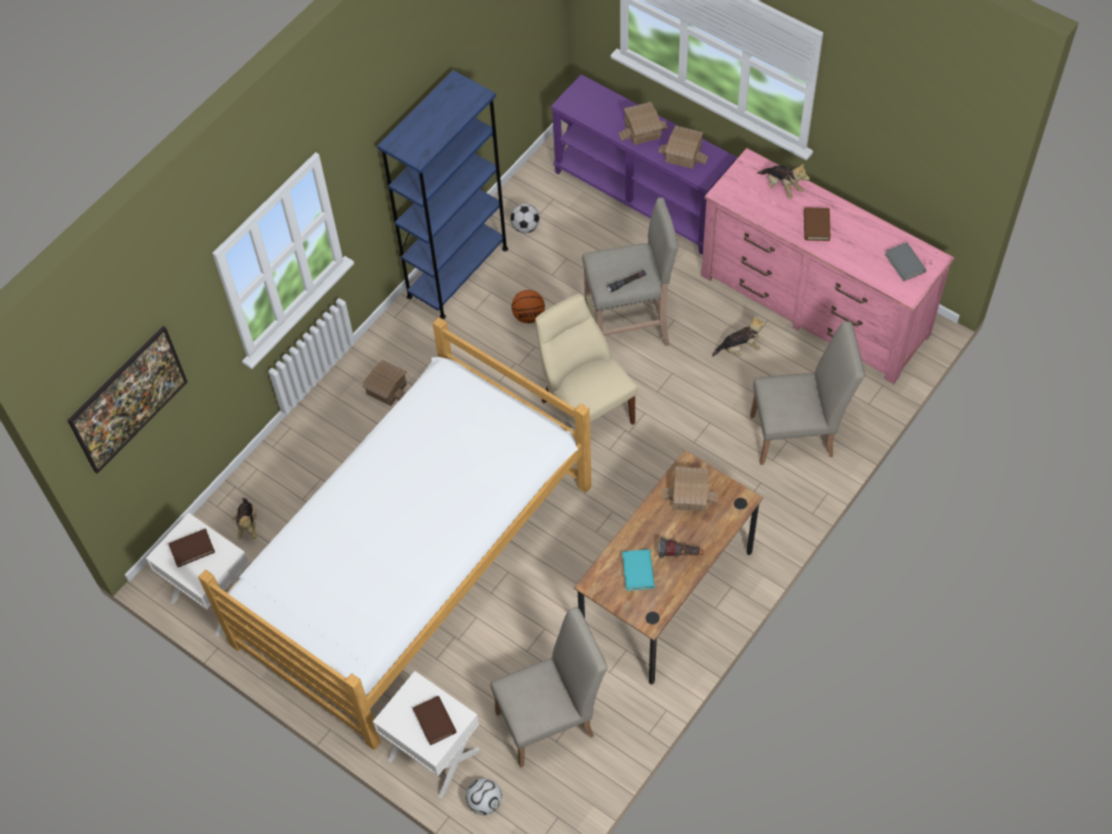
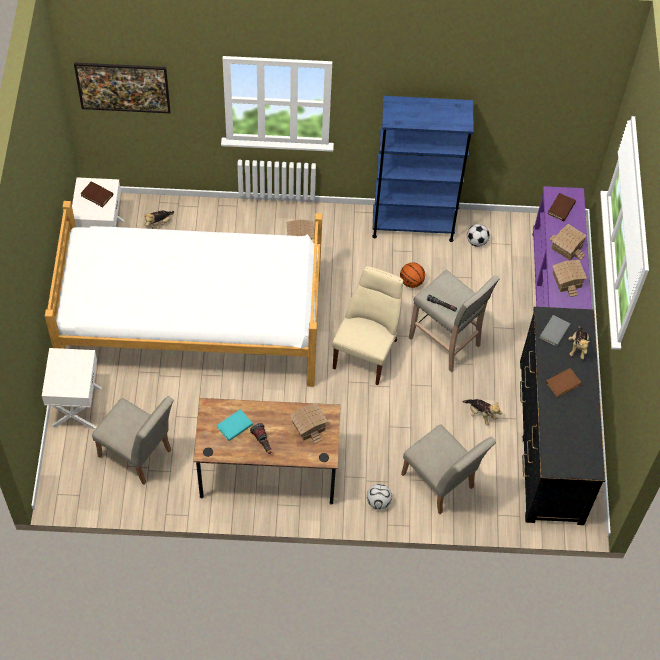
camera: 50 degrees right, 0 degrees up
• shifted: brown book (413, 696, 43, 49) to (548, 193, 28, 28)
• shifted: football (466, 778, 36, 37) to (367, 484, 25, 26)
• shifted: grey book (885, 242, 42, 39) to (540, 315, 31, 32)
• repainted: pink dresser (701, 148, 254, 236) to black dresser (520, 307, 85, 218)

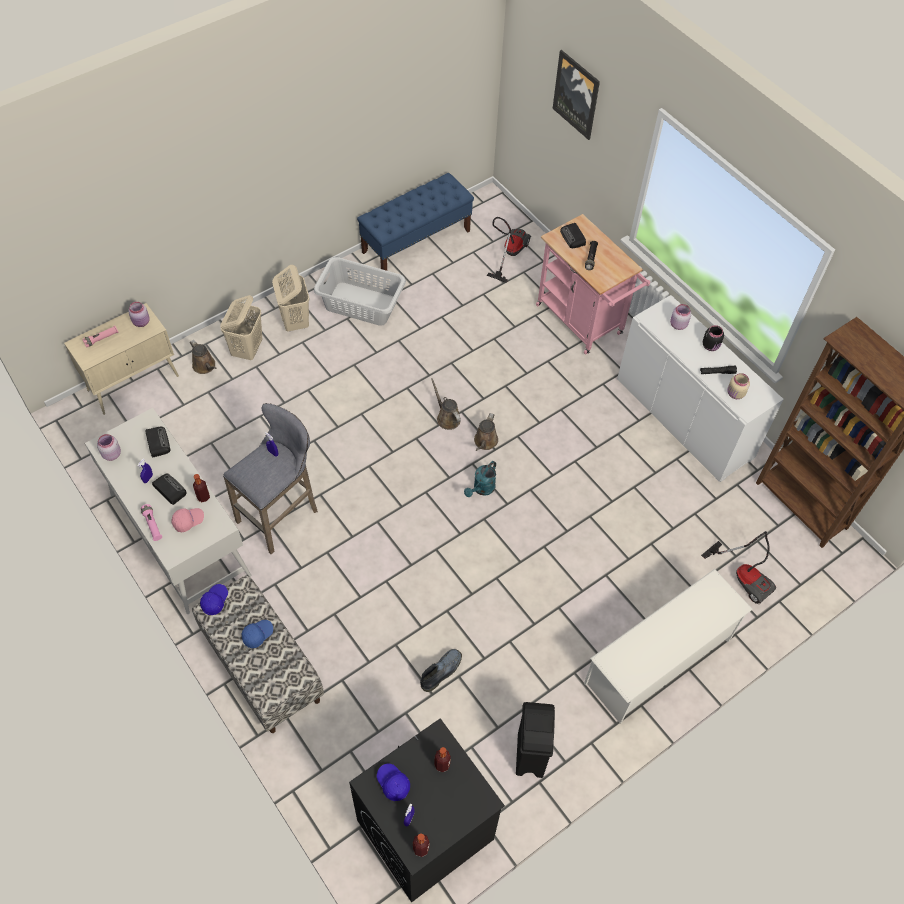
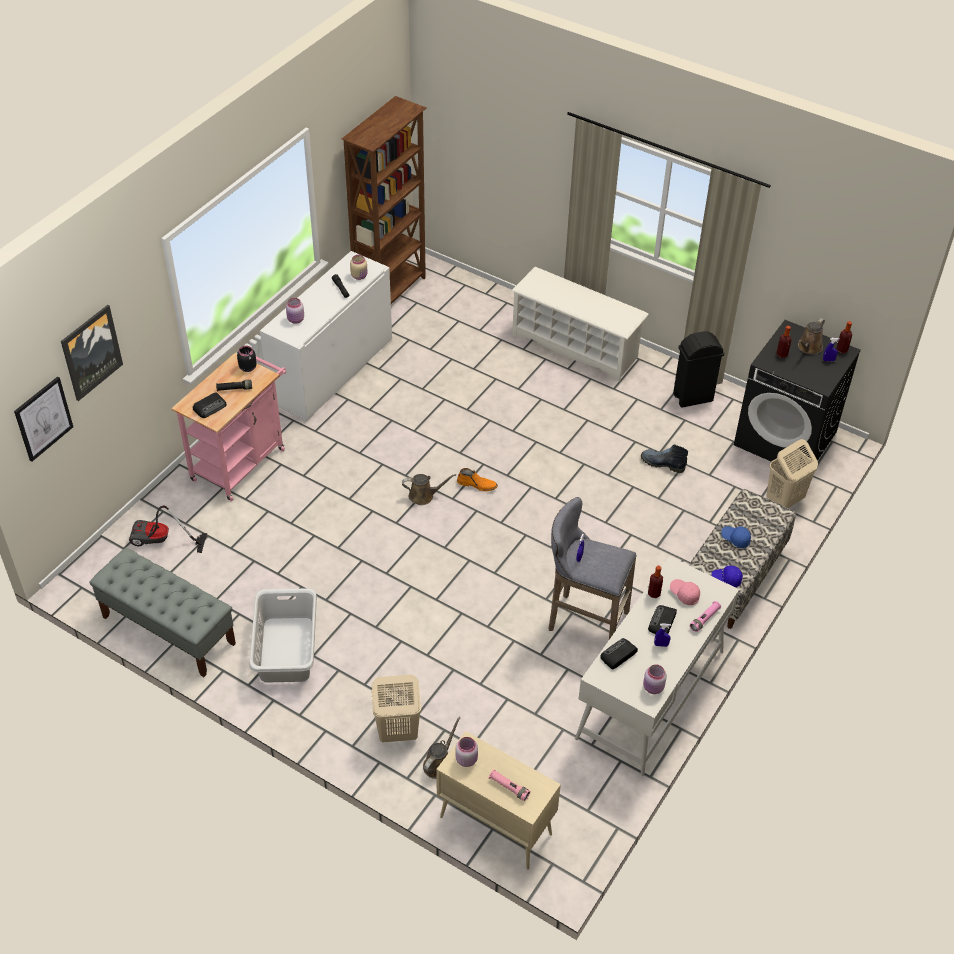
camera: 110 degrees left, 10 degrees down
• gone: blue cap (377, 764, 33, 37)
• gone: vacuum cleaner (701, 531, 75, 73)
• new: picture (14, 377, 59, 85)
• shifted: beige laundry basket (272, 265, 38, 66) to (767, 439, 51, 69)
• shifted: brown watering can (431, 378, 30, 52) to (798, 318, 27, 36)
• shifted: black jar (702, 325, 22, 26) to (237, 346, 20, 26)
• swapped: turquoise watering can (464, 461, 32, 36) to orange boot (457, 468, 41, 23)
• repainted: blue bench (357, 173, 117, 98) to grey bench (89, 547, 147, 130)

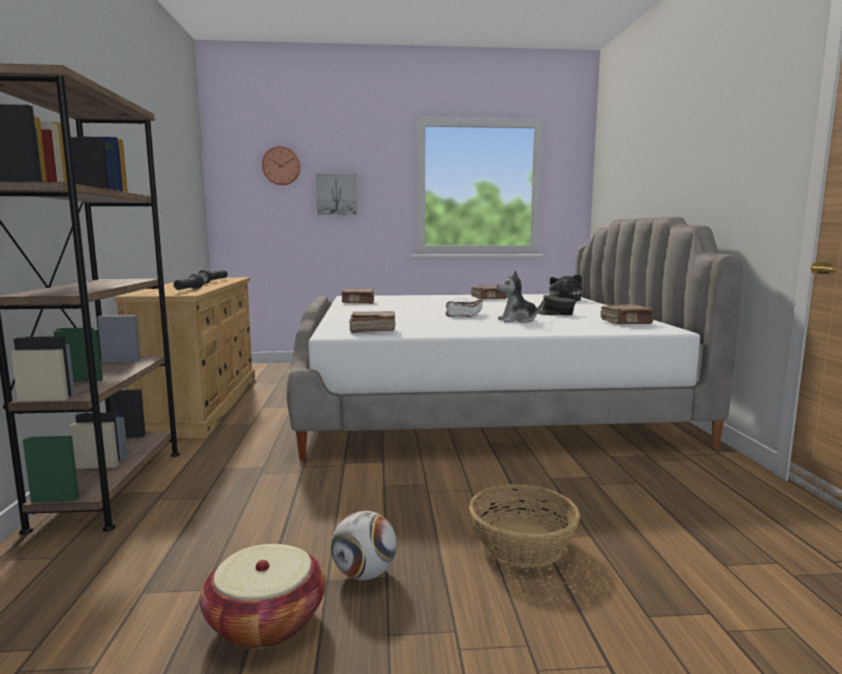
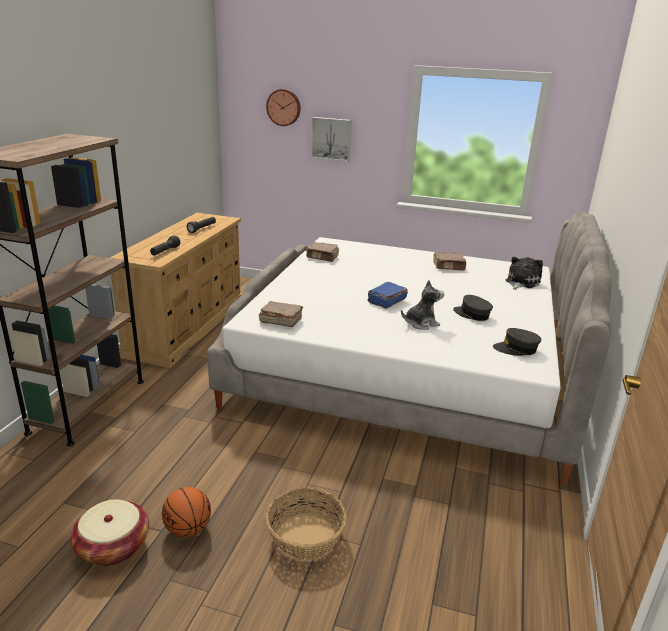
camera: 20 degrees right, 15 degrees up
• swapped: football (331, 511, 66, 69) to basketball (162, 487, 49, 50)
• swapped: brown book (600, 304, 54, 20) to grey cap (493, 328, 48, 28)
• repainted: white book (446, 297, 37, 20) to blue book (367, 282, 41, 27)
• rotated: plush toy (497, 271, 46, 52) = (401, 280, 43, 50) 150 degrees clockwise

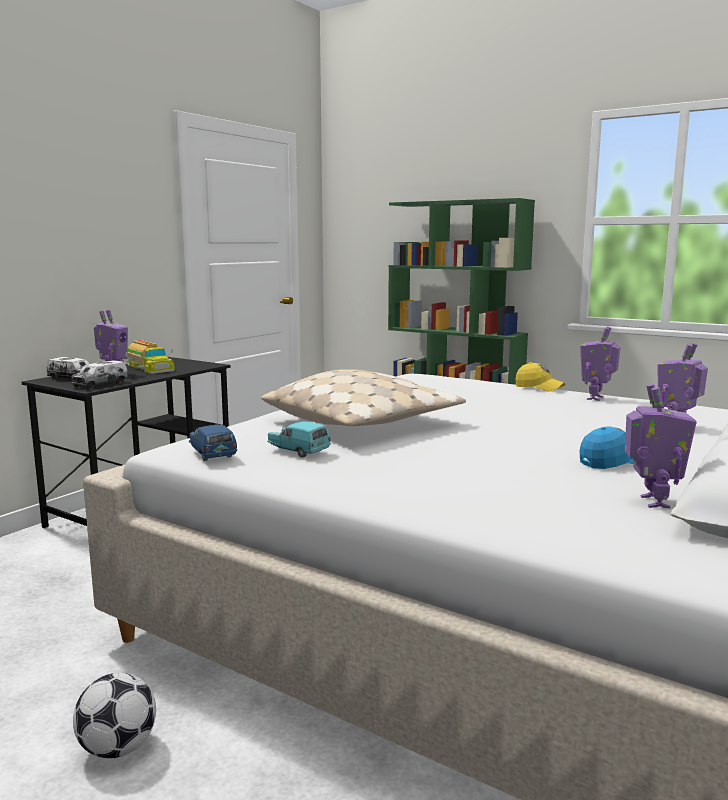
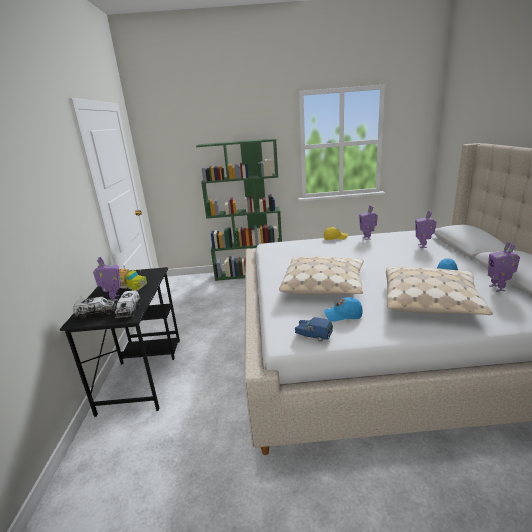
camera: 35 degrees left, 10 degrees up
• gone: football (73, 673, 83, 86)
• new: beige pillow (386, 267, 107, 48)
• swapped: turquoise toy car (267, 421, 64, 37) to blue cap (324, 297, 39, 25)
• rotated: toy robot (625, 384, 72, 125) = (488, 242, 32, 50) 150 degrees counterclockwise

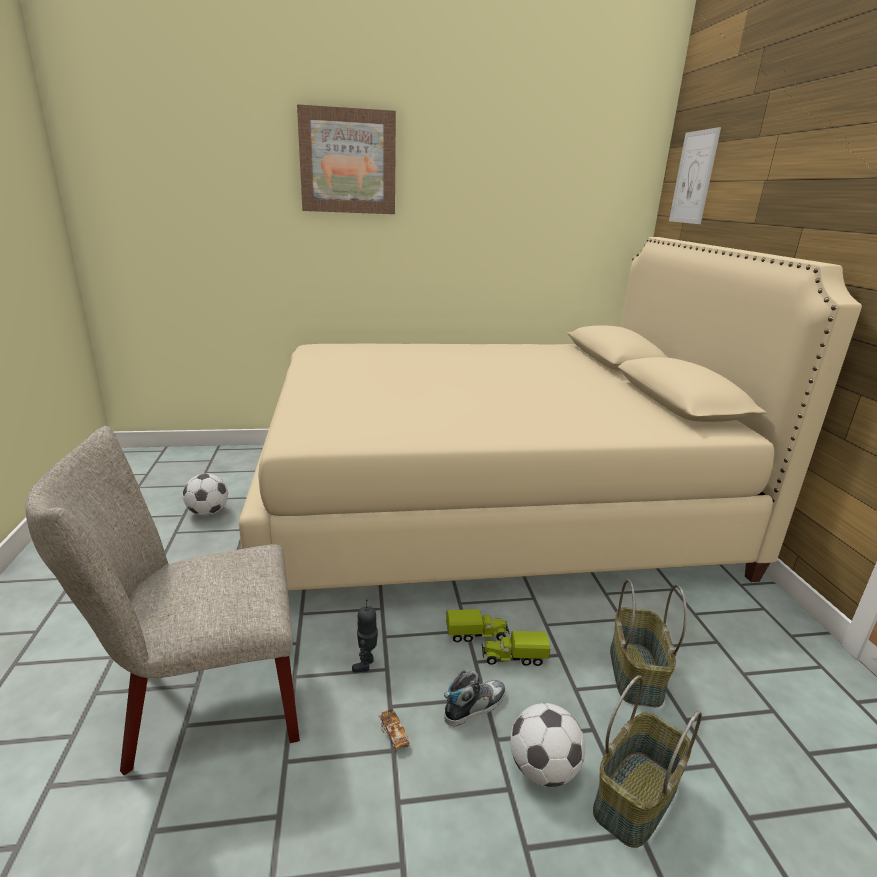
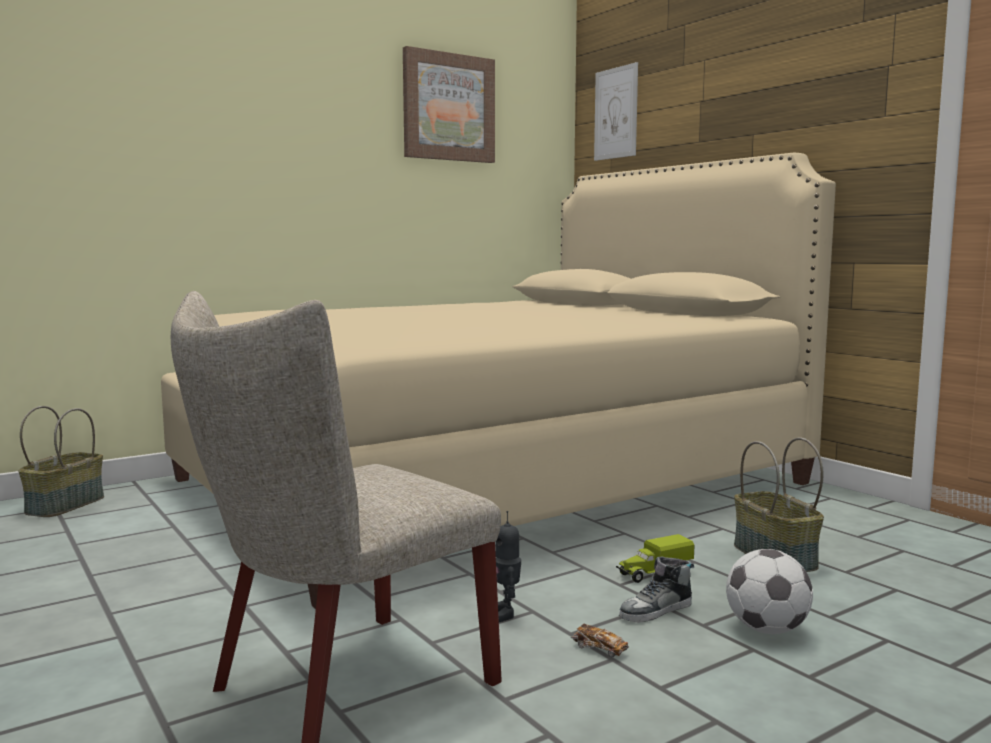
camera: 25 degrees left, 15 degrees down
• gone: football (183, 473, 45, 43)
• gone: toy truck (446, 609, 64, 33)
• shifted: picture (297, 104, 99, 110) to (403, 46, 92, 117)
• shifted: basket (593, 675, 109, 173) to (18, 406, 86, 111)
• rotated: shoe (444, 670, 61, 57) = (619, 557, 75, 66) 150 degrees counterclockwise

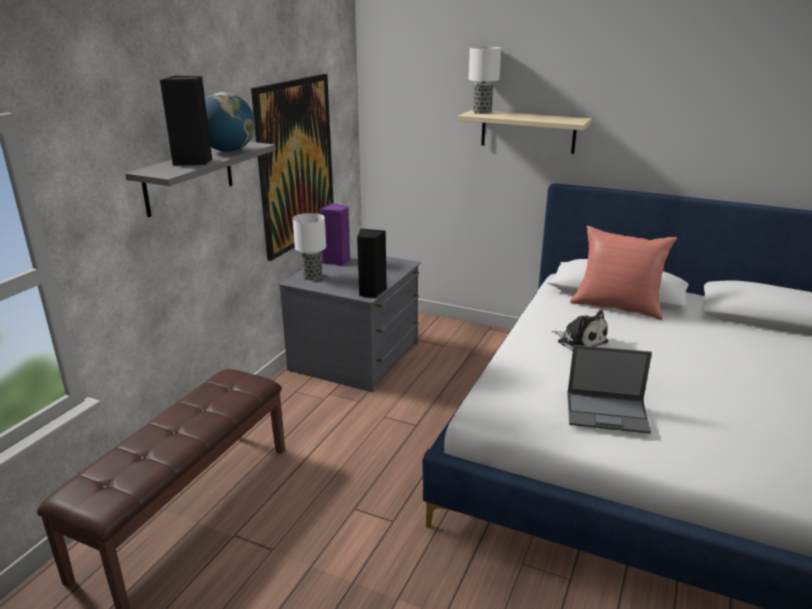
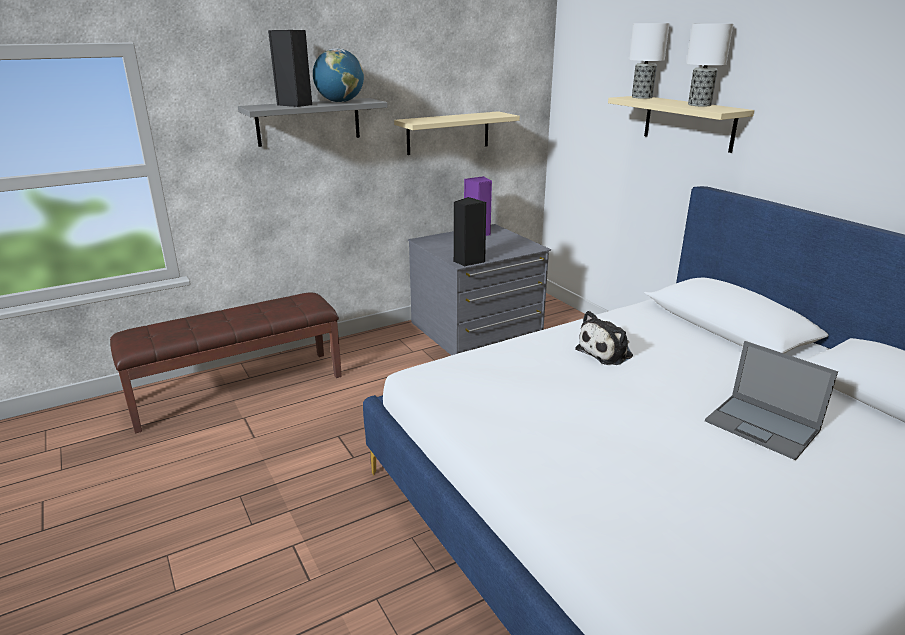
camera: 35 degrees right, 0 degrees up
• gone: red pillow (570, 226, 107, 94)
• shifted: table lamp (293, 213, 33, 68) to (686, 24, 47, 82)
• shifted: laptop (567, 345, 85, 89) to (705, 341, 133, 119)
• swapped: picture (251, 74, 83, 187) to beige shelf (394, 111, 126, 44)
• rotated: plush toy (551, 310, 57, 41) = (575, 311, 58, 54) 60 degrees clockwise

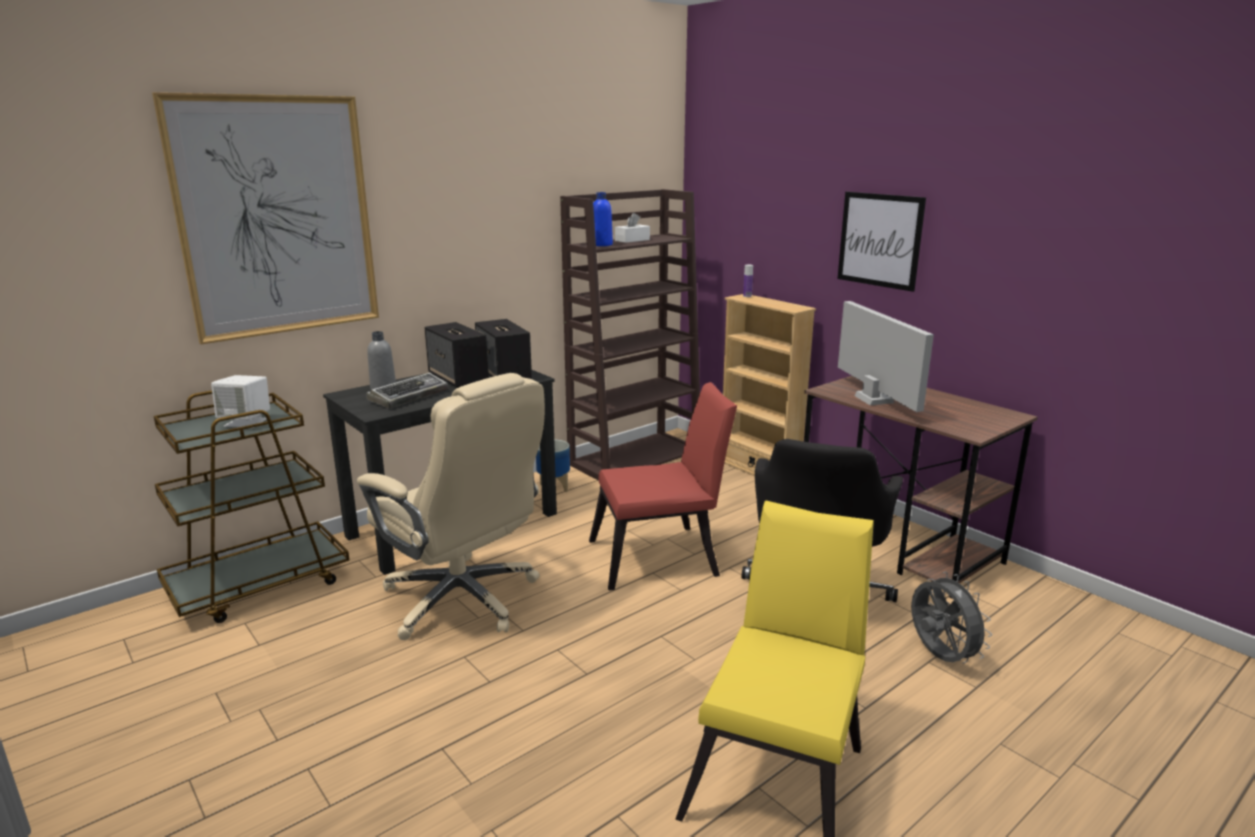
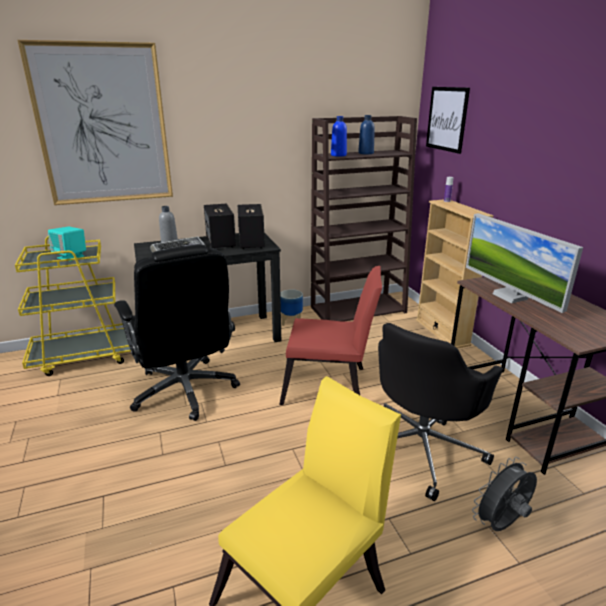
camera: 20 degrees right, 5 degrees up
• shifted: picture (837, 192, 89, 100) to (426, 87, 44, 67)
• swapped: white tissue box (615, 213, 35, 30) to blue bottle (358, 115, 17, 39)
• repainted: brown cart (154, 390, 195, 233) to yellow cart (15, 236, 116, 140)
• repainted: white speaker (211, 375, 59, 53) to turquoise speaker (48, 227, 38, 34)
• repainted: beige office chair (357, 373, 188, 267) to black office chair (114, 245, 126, 176)
• rotated: monitor (838, 301, 96, 111) = (466, 213, 117, 100) 150 degrees clockwise
• rotated: grey fan (911, 572, 81, 92) = (472, 457, 65, 74) 120 degrees counterclockwise

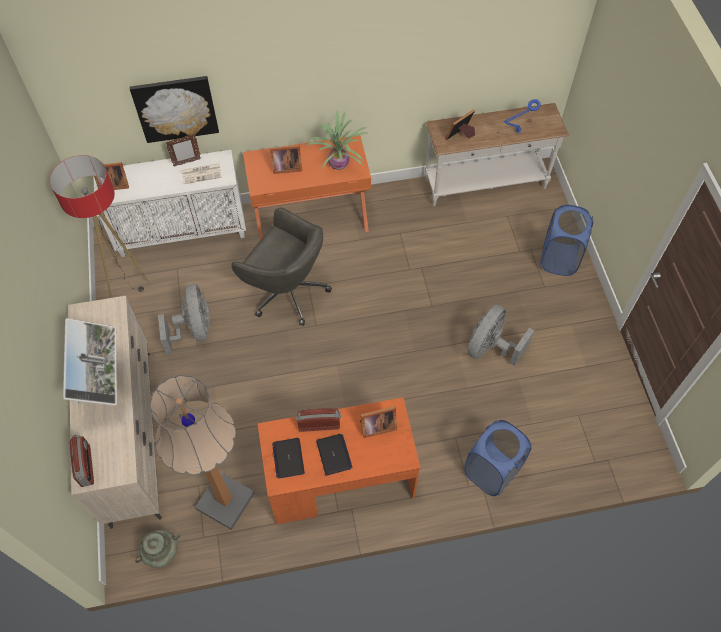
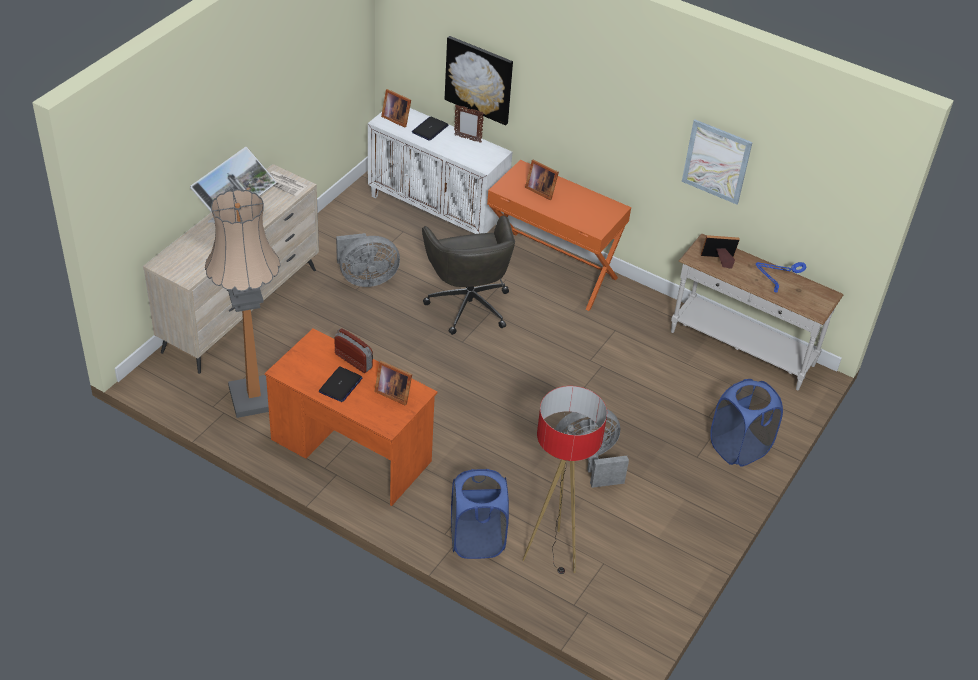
camera: 40 degrees right, 15 degrees down
• gone: radio (70, 435, 24, 52)
• gone: turquoise vase (135, 530, 46, 38)
• gone: potted plant (306, 111, 62, 59)
• new: picture (682, 120, 71, 84)
• shifted: floor lamp (50, 155, 101, 143) to (523, 386, 84, 188)
• shifted: newspaper (182, 163, 40, 21) to (270, 171, 38, 25)
• shifted: laptop (272, 438, 33, 40) to (412, 117, 36, 24)
• rotated: grey fan (158, 284, 52, 71) = (336, 233, 64, 54) 45 degrees clockwise

